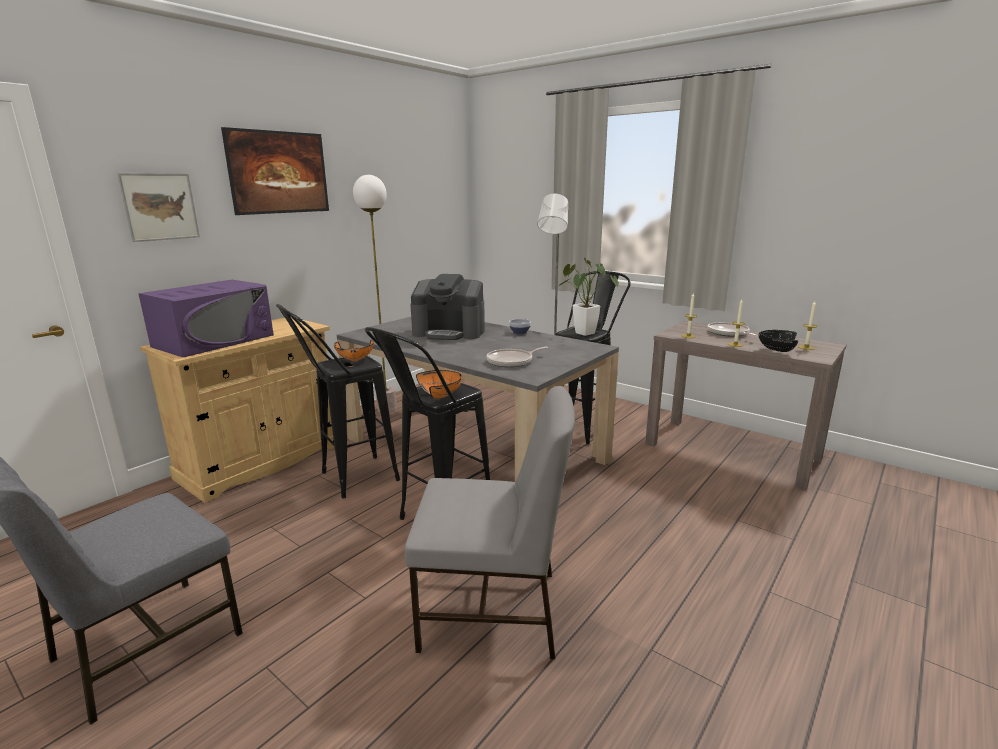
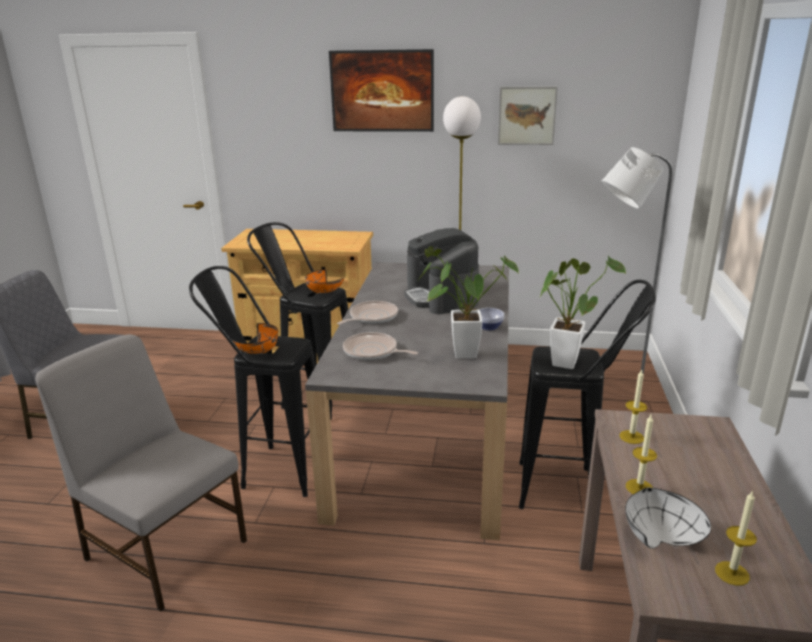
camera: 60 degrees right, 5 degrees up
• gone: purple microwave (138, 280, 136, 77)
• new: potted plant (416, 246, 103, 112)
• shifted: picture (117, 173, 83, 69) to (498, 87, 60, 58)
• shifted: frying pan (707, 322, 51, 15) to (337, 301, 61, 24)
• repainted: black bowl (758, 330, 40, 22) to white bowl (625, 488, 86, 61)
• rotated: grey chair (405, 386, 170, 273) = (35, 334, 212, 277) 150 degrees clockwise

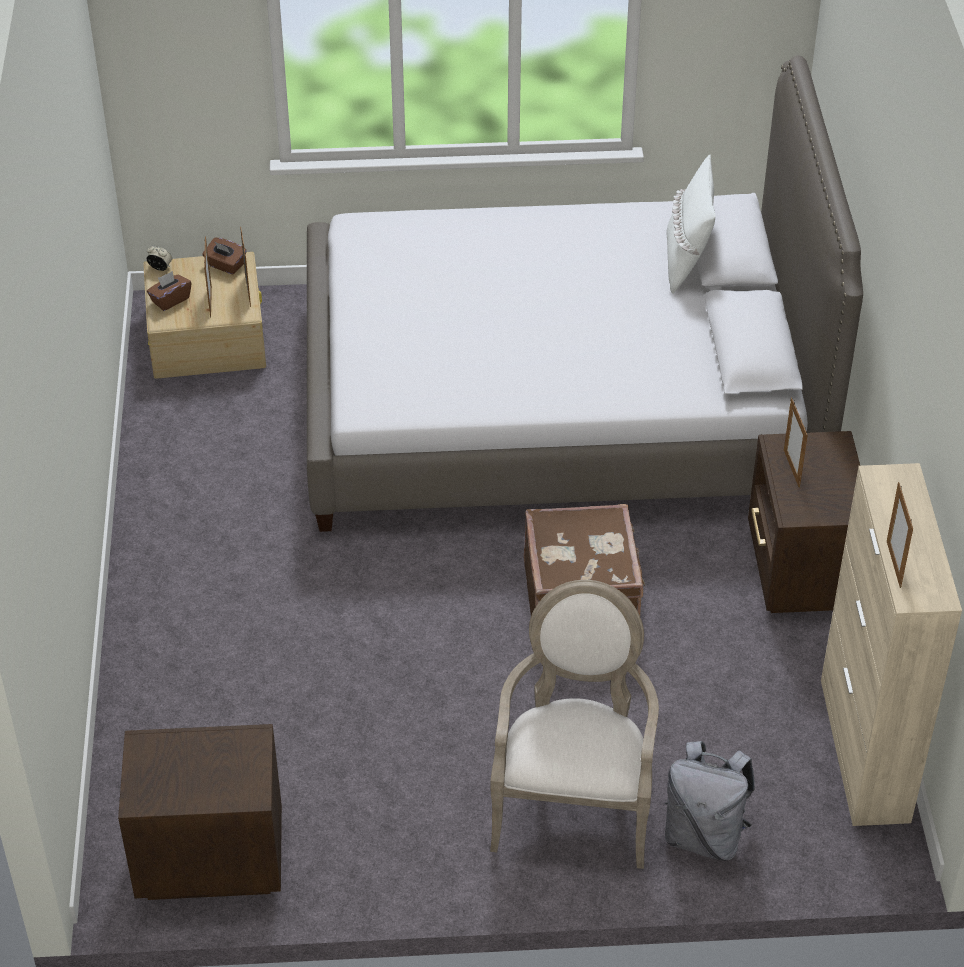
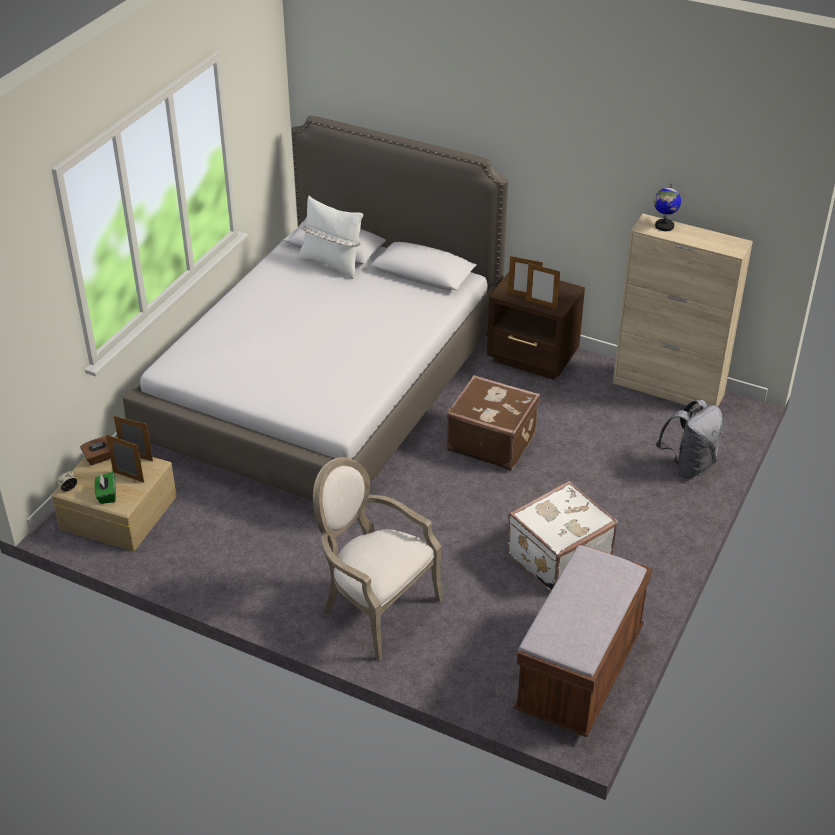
camera: 60 degrees left, 5 degrees down
• new: white suitcase (507, 481, 111, 111)
• new: globe (654, 183, 27, 48)
• shifted: armchair (490, 580, 169, 289) to (313, 457, 130, 204)
• shifted: picture frame (887, 482, 26, 106) to (526, 263, 34, 46)
• swapped: brown nightstand (118, 724, 164, 176) to brown bench (514, 544, 138, 193)
• repainted: brown tissue box (147, 271, 45, 40) to green tissue box (95, 472, 21, 32)

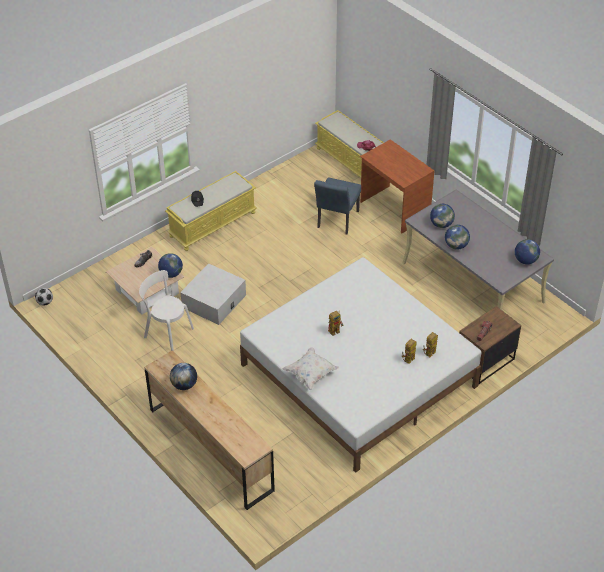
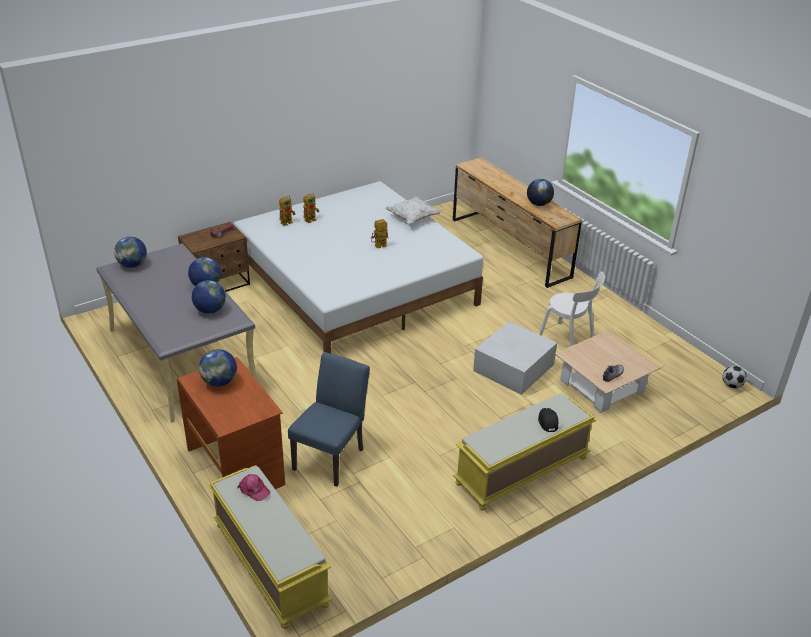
camera: 175 degrees left, 10 degrees down
• shifted: globe (158, 253, 25, 25) to (199, 349, 38, 38)

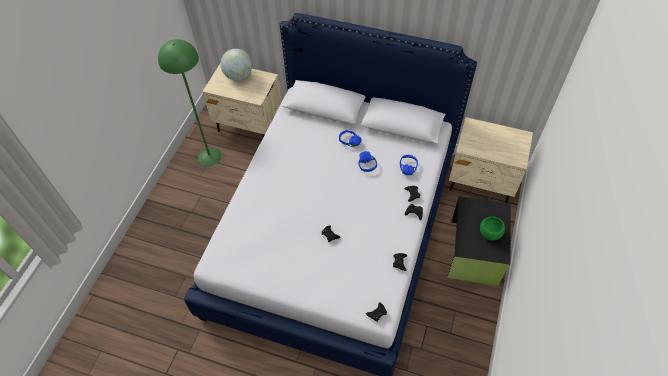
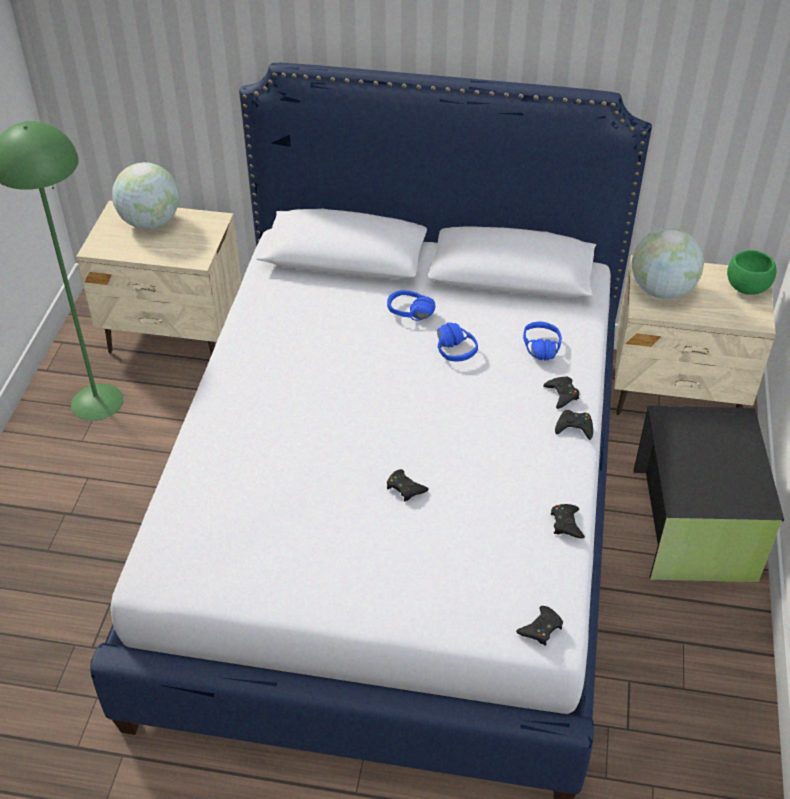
camera: 10 degrees left, 10 degrees down
• new: globe (632, 228, 72, 71)
• shifted: green bowl (480, 216, 25, 25) to (727, 250, 49, 45)

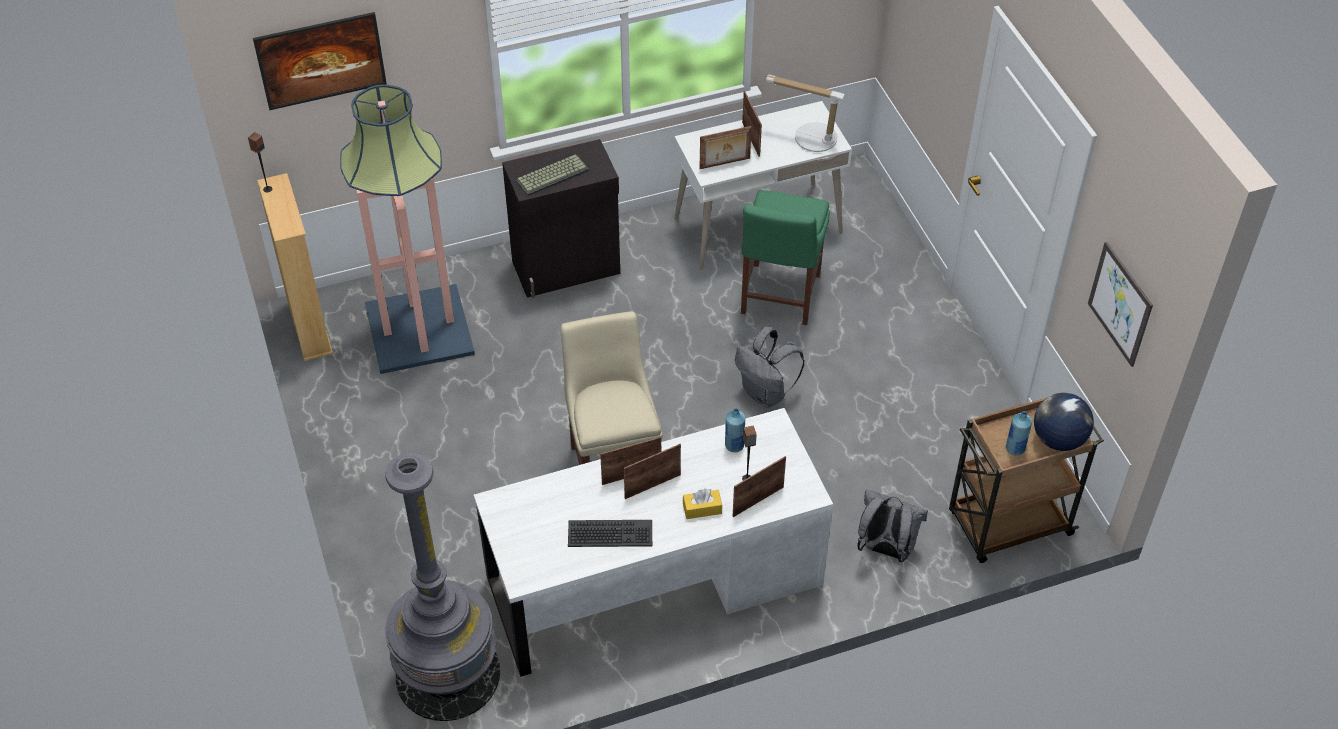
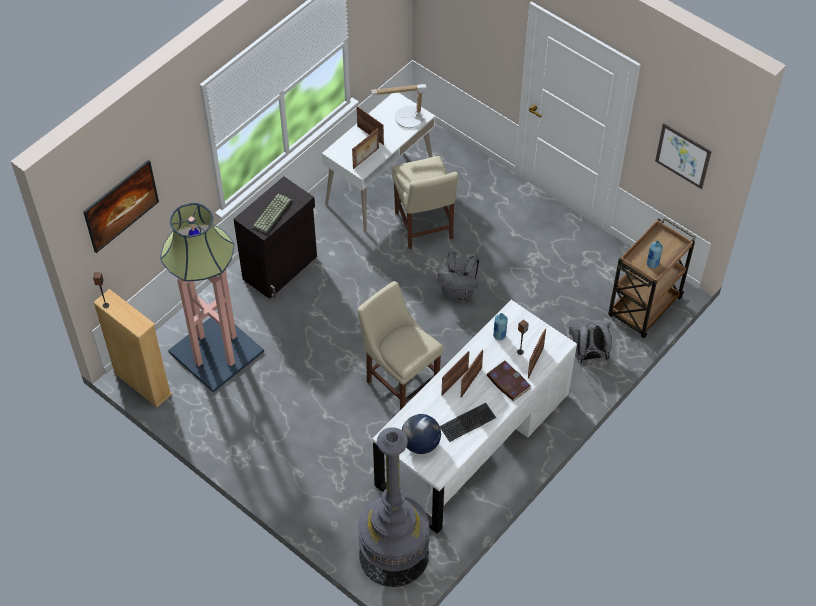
camera: 30 degrees left, 5 degrees up
• shifted: globe (1034, 393, 60, 58) to (402, 414, 39, 40)
• swapped: yellow tissue box (683, 489, 39, 30) to book (487, 361, 45, 40)
• repainted: green chair (741, 190, 89, 135) to beige chair (392, 156, 66, 93)

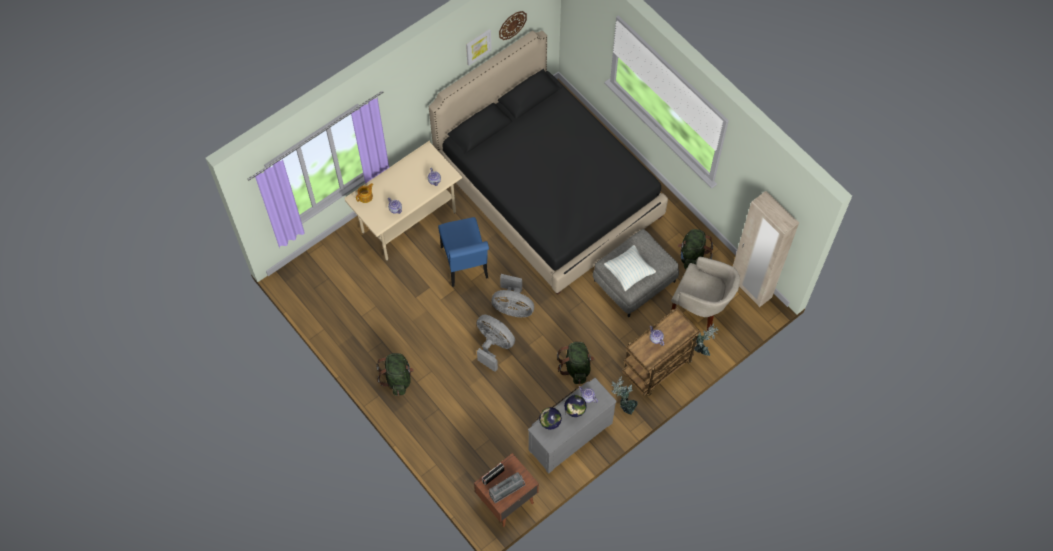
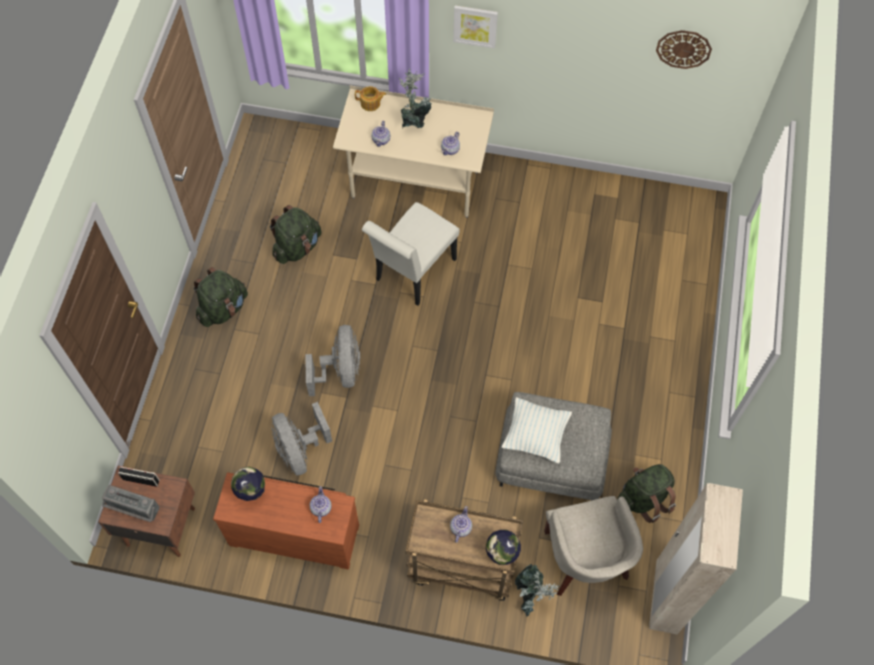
camera: 50 degrees right, 0 degrees up
• gone: black bed (429, 31, 239, 264)
• shifted: picture (466, 29, 26, 36) to (453, 5, 45, 44)
• shifted: grey fan (491, 274, 43, 43) to (272, 402, 60, 74)
• shifted: green backpack (557, 342, 37, 42) to (270, 205, 52, 59)
• shifted: globe (564, 395, 23, 22) to (486, 530, 35, 35)
• shifted: potted plant (611, 376, 27, 39) to (399, 68, 33, 60)
• repainted: blue chair (438, 217, 51, 70) to white chair (362, 202, 98, 104)
• repainted: grey dresser (528, 378, 88, 96) to brown dresser (213, 472, 146, 97)

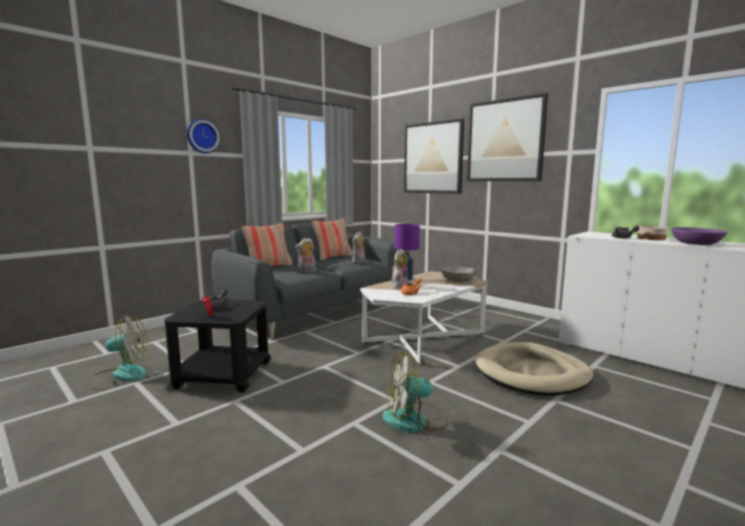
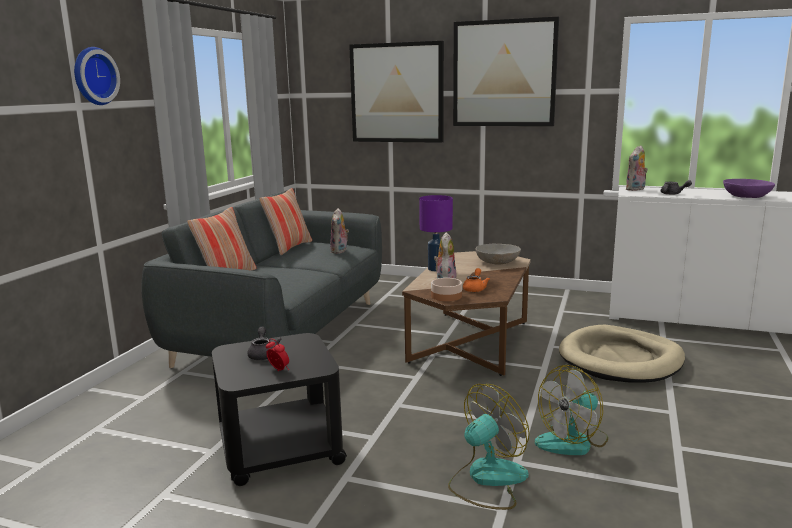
camera: 25 degrees left, 5 degrees up
• shifted: fan (89, 315, 59, 76) to (448, 384, 82, 126)
• shifted: plush toy (295, 238, 21, 34) to (625, 145, 23, 46)
• shifted: bowl (638, 226, 29, 14) to (431, 278, 31, 23)
• repainted: white coffee table (360, 271, 128, 93) to brown coffee table (402, 251, 129, 125)

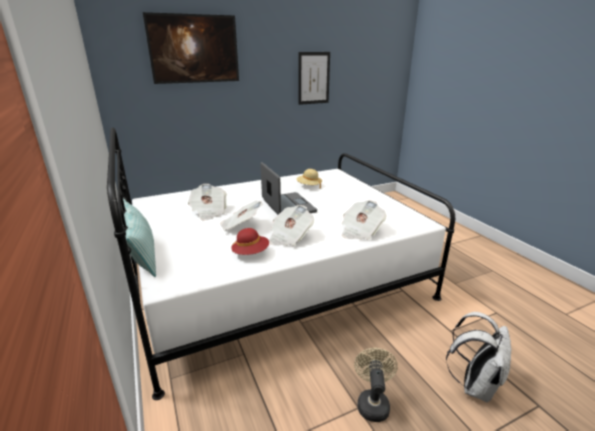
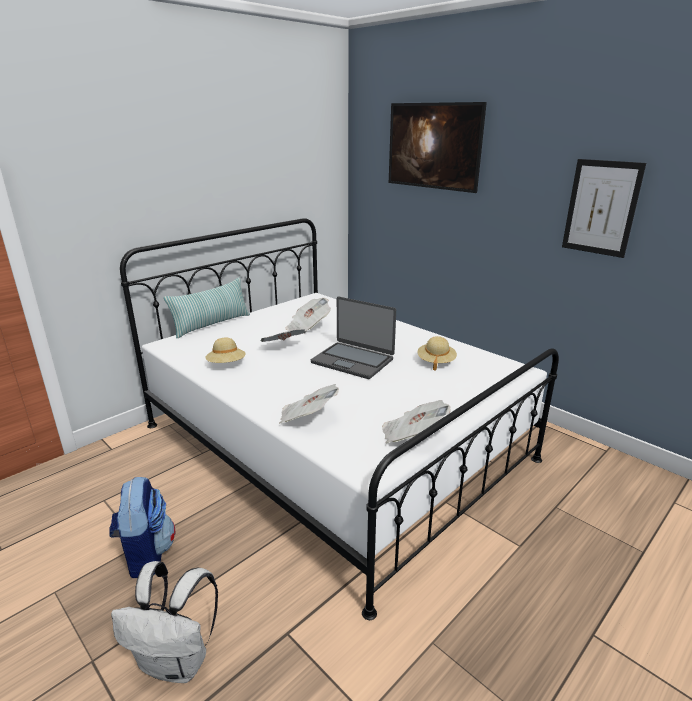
camera: 70 degrees right, 0 degrees up
• shifted: newspaper (269, 205, 45, 41) to (382, 400, 69, 43)
• swapped: beige fan (354, 348, 44, 74) to backpack (109, 477, 66, 101)
• repainted: red hat (231, 228, 38, 27) to beige hat (205, 337, 40, 26)
• rotated: laptop (261, 162, 56, 53) = (311, 297, 85, 82) 75 degrees clockwise

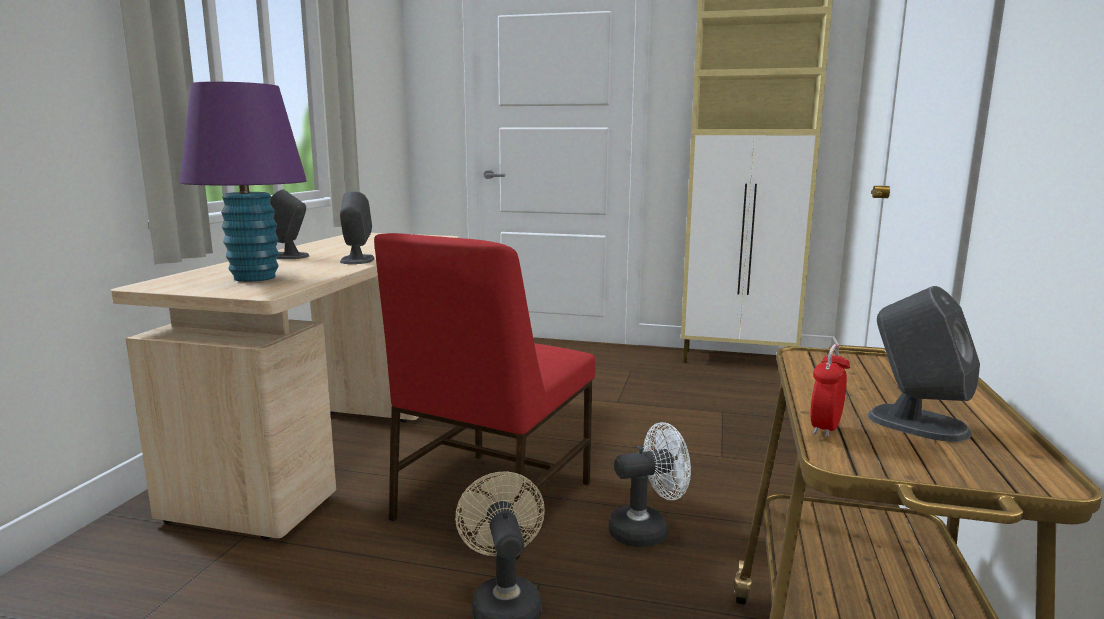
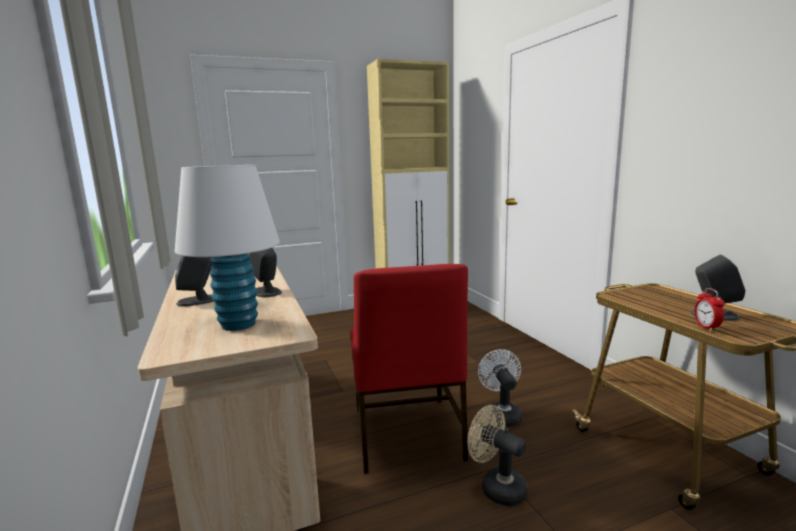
camera: 35 degrees left, 0 degrees up
• repainted: purple table lamp (180, 82, 127, 200) to white table lamp (175, 165, 105, 166)
• rotated: white fan (609, 422, 82, 125) = (478, 349, 44, 78) 45 degrees counterclockwise

